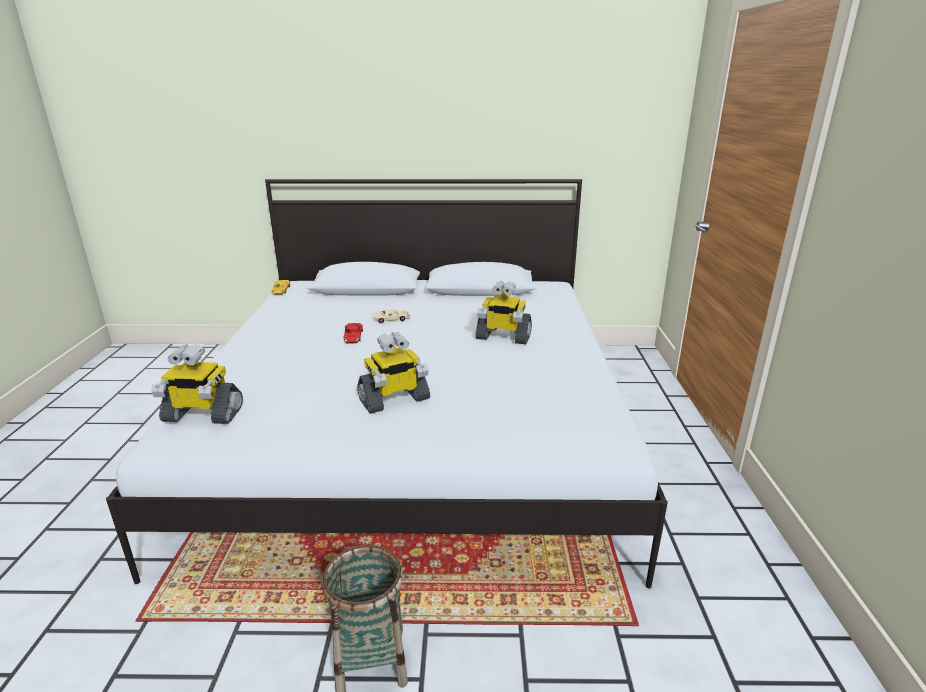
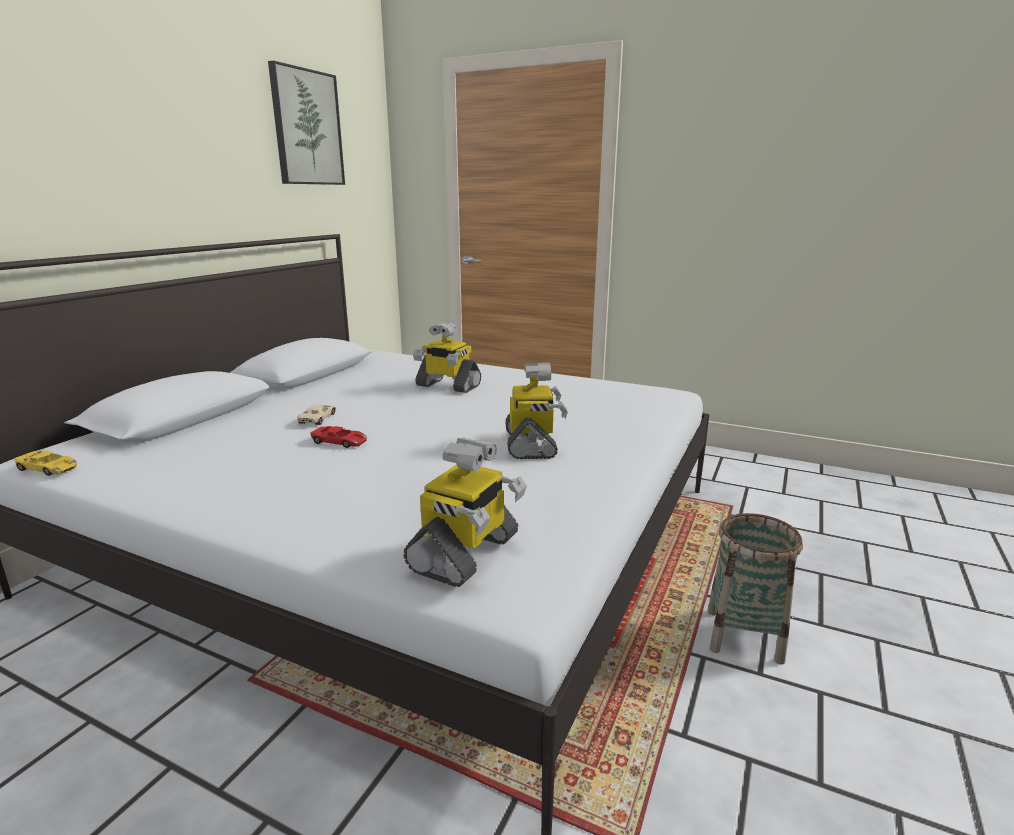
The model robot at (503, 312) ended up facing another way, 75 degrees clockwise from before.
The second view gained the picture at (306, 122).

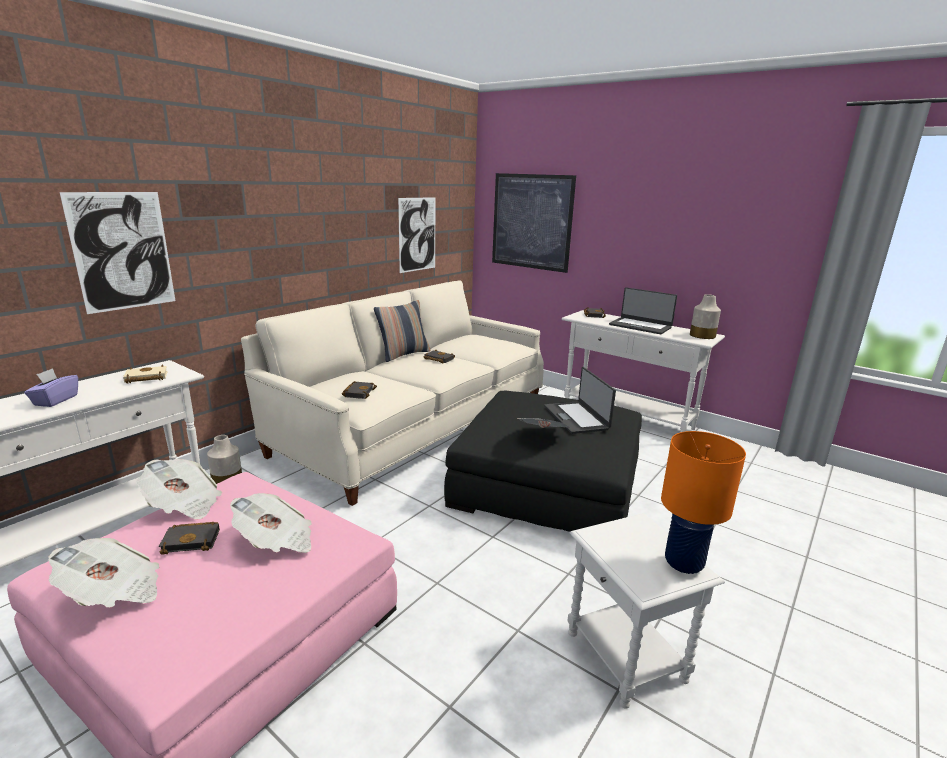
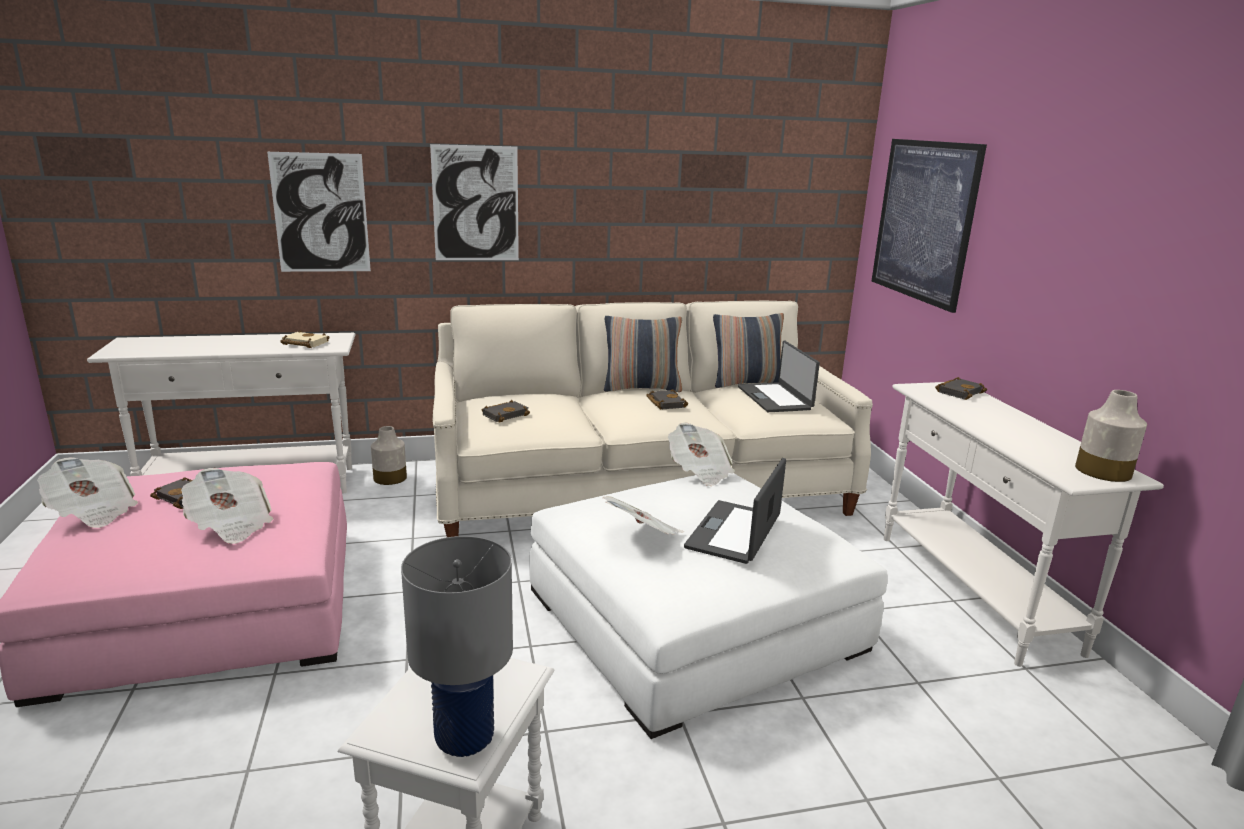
The second view lost the purplish tissue box at (51, 387).
The printed paper ended up elsewhere, having gone from (179, 489) to (701, 454).
The picture ended up elsewhere, having gone from (417, 235) to (474, 202).
What was the black pouffe at (543, 461) turned into the white-coloured pouffe at (708, 606).
The laptop ended up elsewhere, having gone from (643, 310) to (779, 376).
What was the orange table lamp at (703, 502) turned into the grey table lamp at (457, 646).
The second view gained the throw pillow at (748, 350).

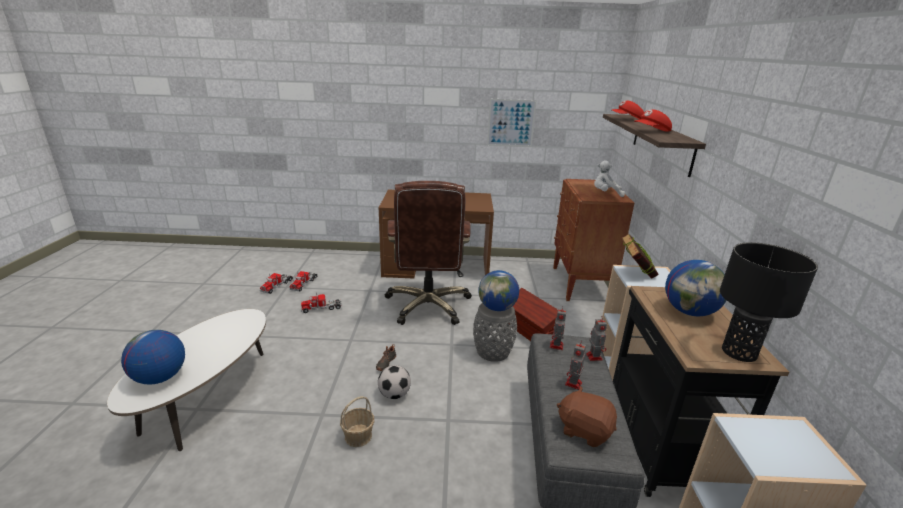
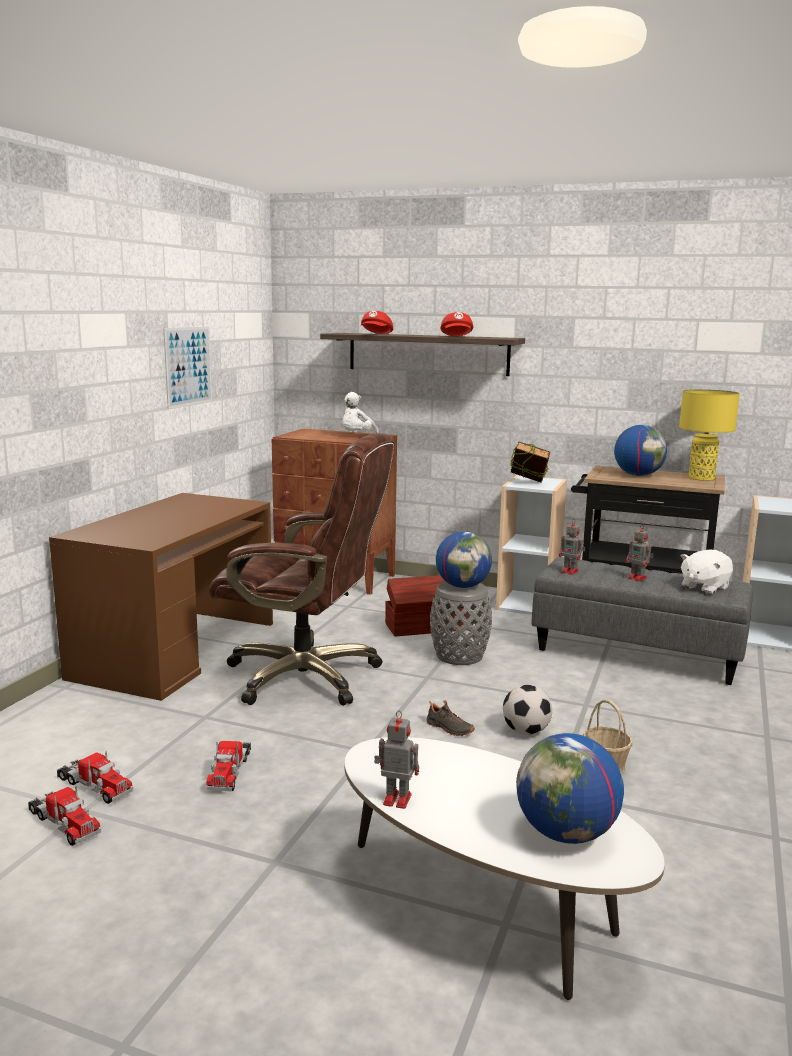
What was the brownish soft toy at (587, 417) turned into the white-coloured soft toy at (707, 572).
The model robot ended up elsewhere, having gone from (596, 338) to (396, 760).
What was the black table lamp at (769, 302) turned into the yellow table lamp at (709, 435).

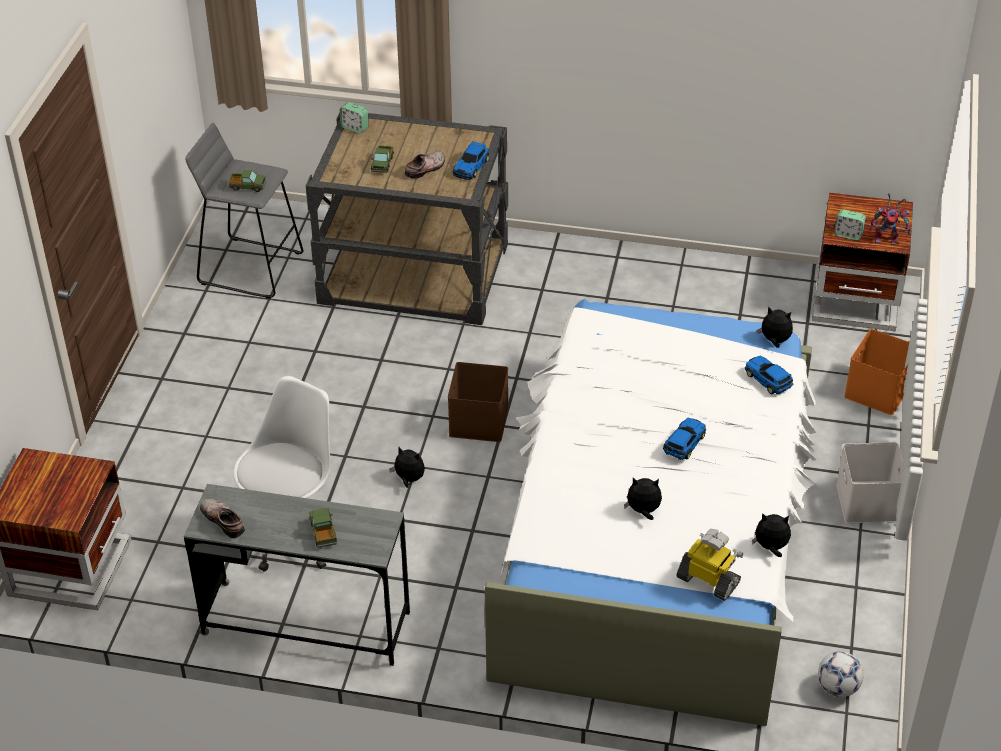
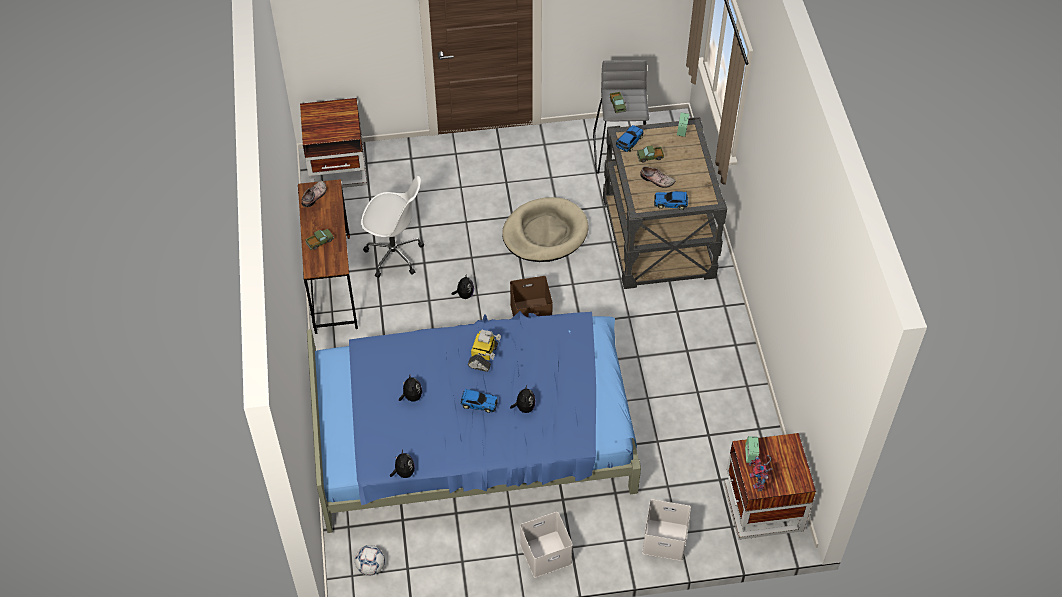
What was the grey desk at (297, 575) turned into the brownish desk at (328, 256).
What was the white-coloured bed at (650, 512) turned into the blue-coloured bed at (474, 422).
The model robot ended up elsewhere, having gone from (709, 565) to (484, 351).
The miniature car ended up elsewhere, having gone from (769, 374) to (630, 138).
The soft toy ended up elsewhere, having gone from (775, 327) to (523, 399).
What was the orange storage container at (876, 372) turned into the white-coloured storage container at (666, 530).
The second view gained the sand-coloured dog cushion at (545, 229).

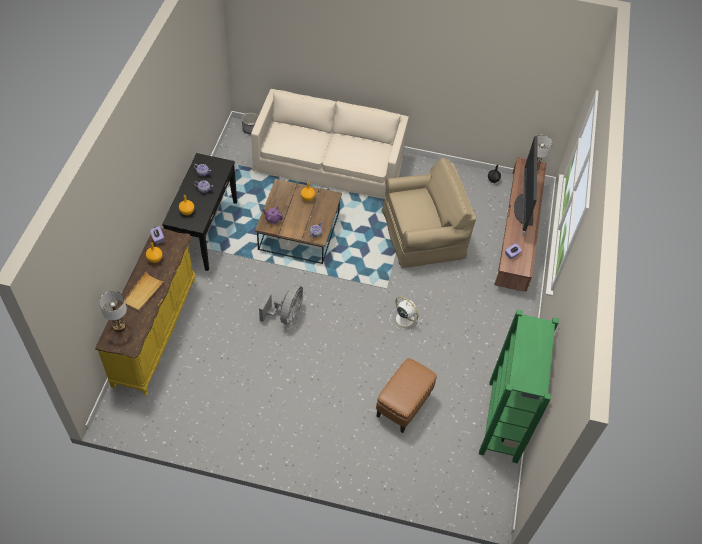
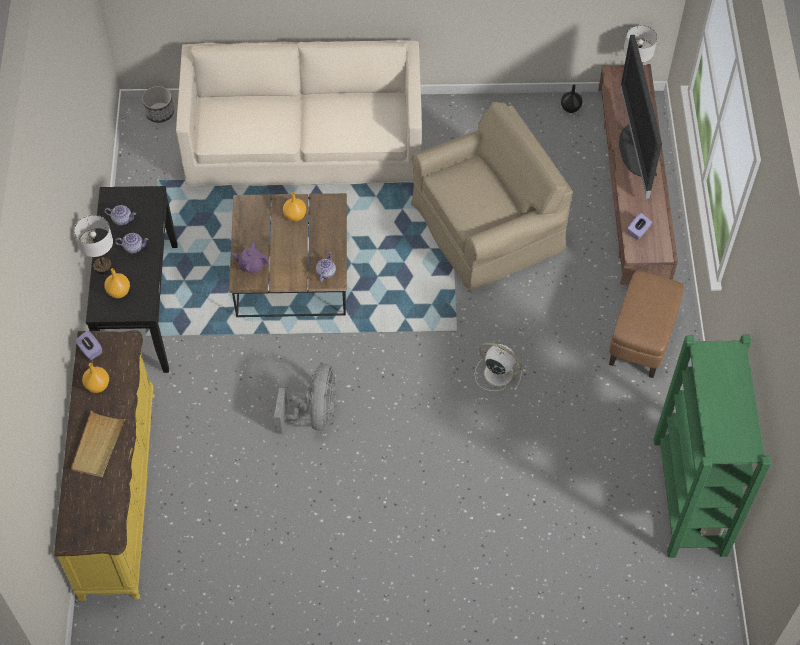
The table lamp ended up elsewhere, having gone from (113, 311) to (93, 244).
The brownish pouffe ended up elsewhere, having gone from (406, 395) to (646, 324).

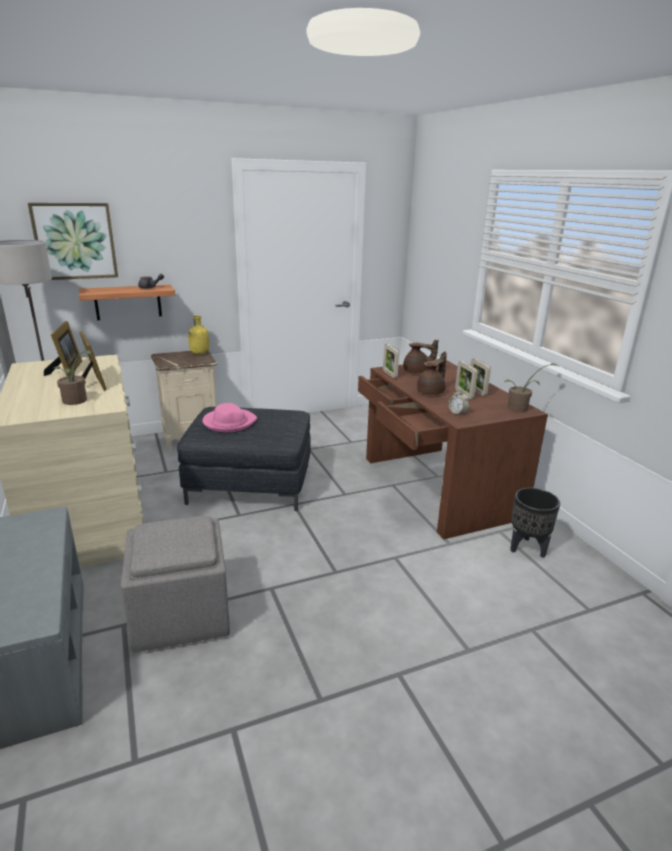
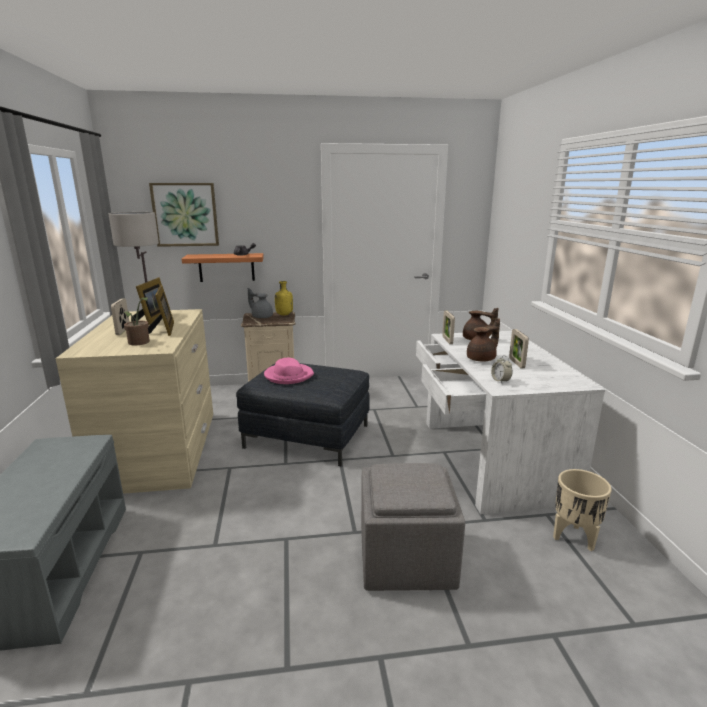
The grey pouffe ended up elsewhere, having gone from (175, 584) to (413, 527).
What was the brownish desk at (453, 449) turned into the white-coloured desk at (510, 423).
The picture frame ended up elsewhere, having gone from (480, 377) to (120, 316).
The second view lost the potted plant at (531, 387).
What was the black plant pot at (535, 523) turned into the sand-coloured plant pot at (582, 510).
The second view gained the grey tea pot at (260, 303).

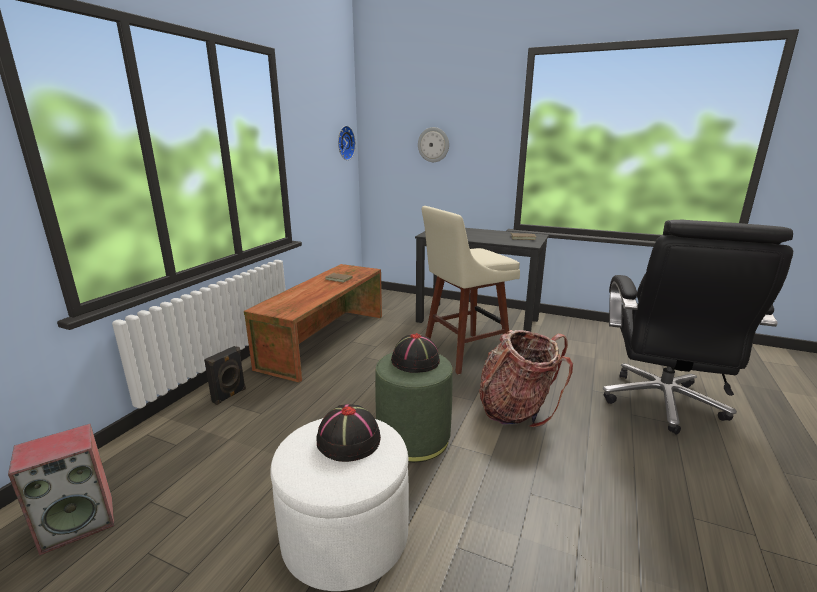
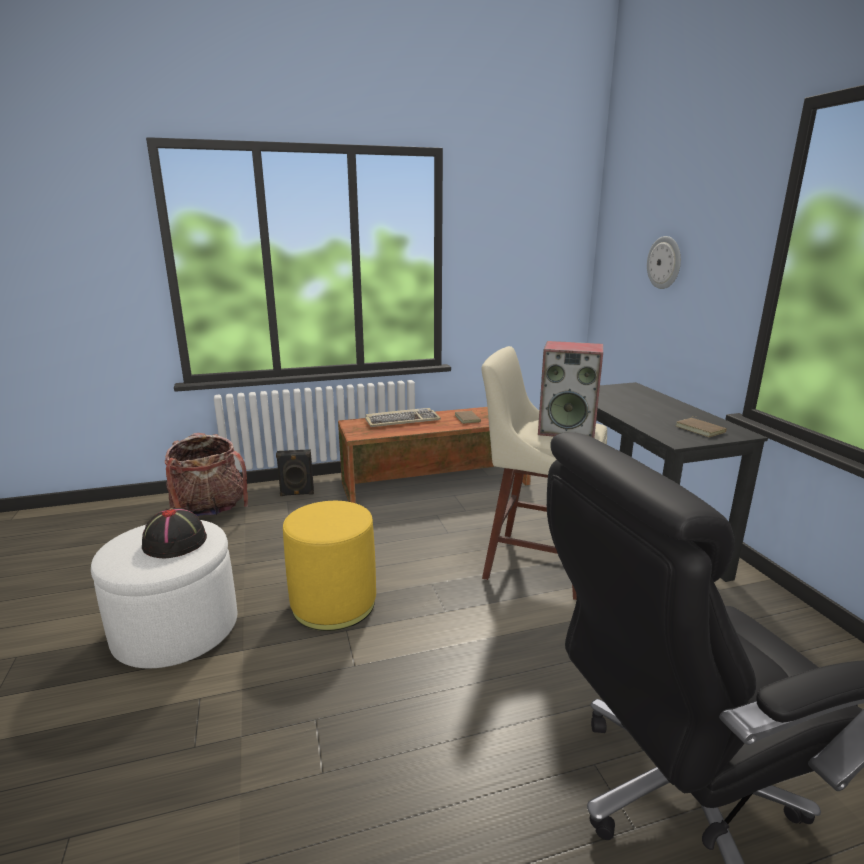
The speaker ended up elsewhere, having gone from (61, 490) to (570, 389).
The second view lost the hanging clock at (347, 143).
What was the greenish pouffe at (413, 407) turned into the yellow pouffe at (329, 566).
The second view lost the black clothing hat at (415, 353).
The knapsack ended up elsewhere, having gone from (526, 379) to (206, 474).
The second view gained the keyboard at (403, 417).

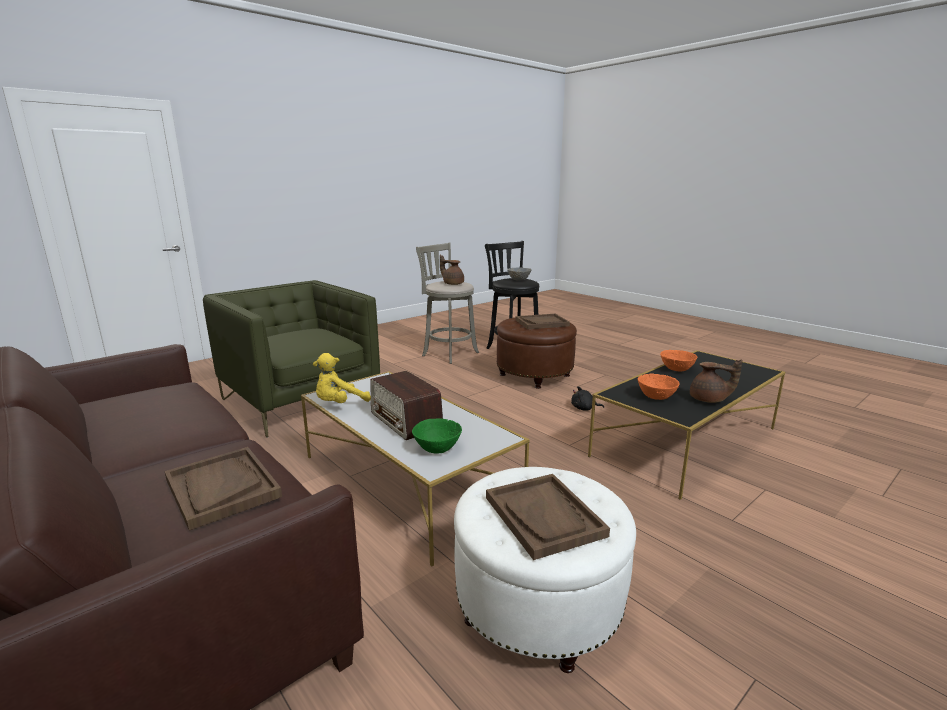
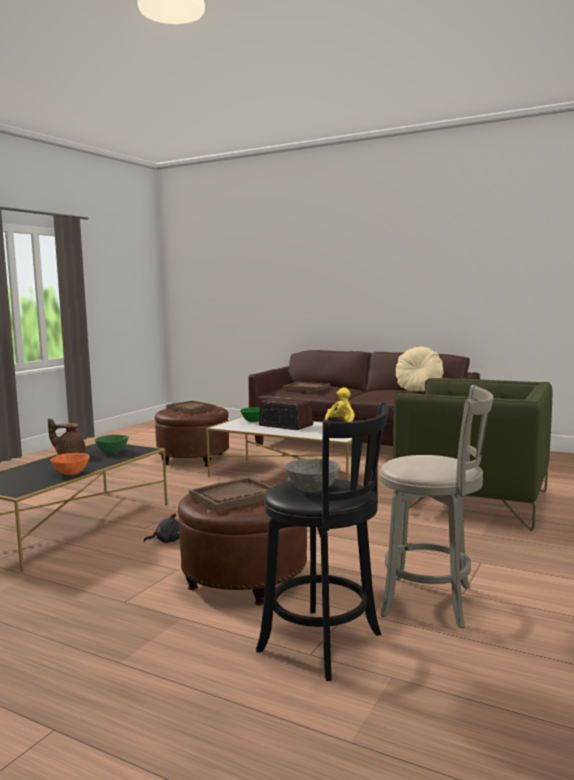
The second view lost the brownish tea pot at (452, 270).
What was the white-coloured pouffe at (545, 570) turned into the brownish pouffe at (192, 436).
What was the orange bowl at (659, 386) turned into the greenish bowl at (112, 444).
The second view gained the sand-coloured throw pillow at (420, 369).

